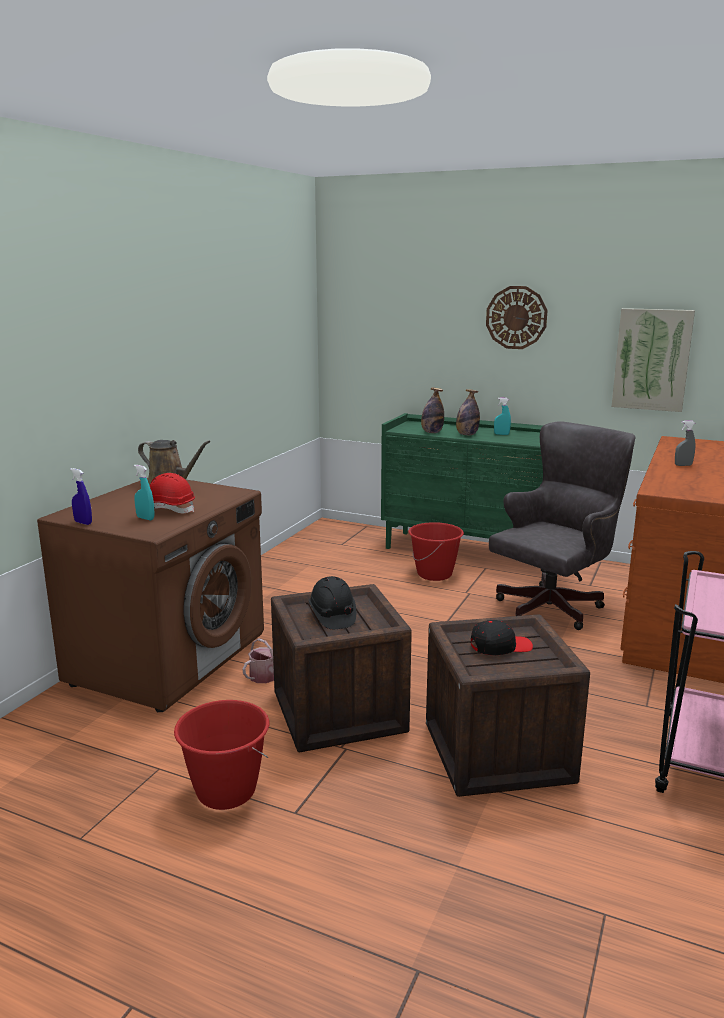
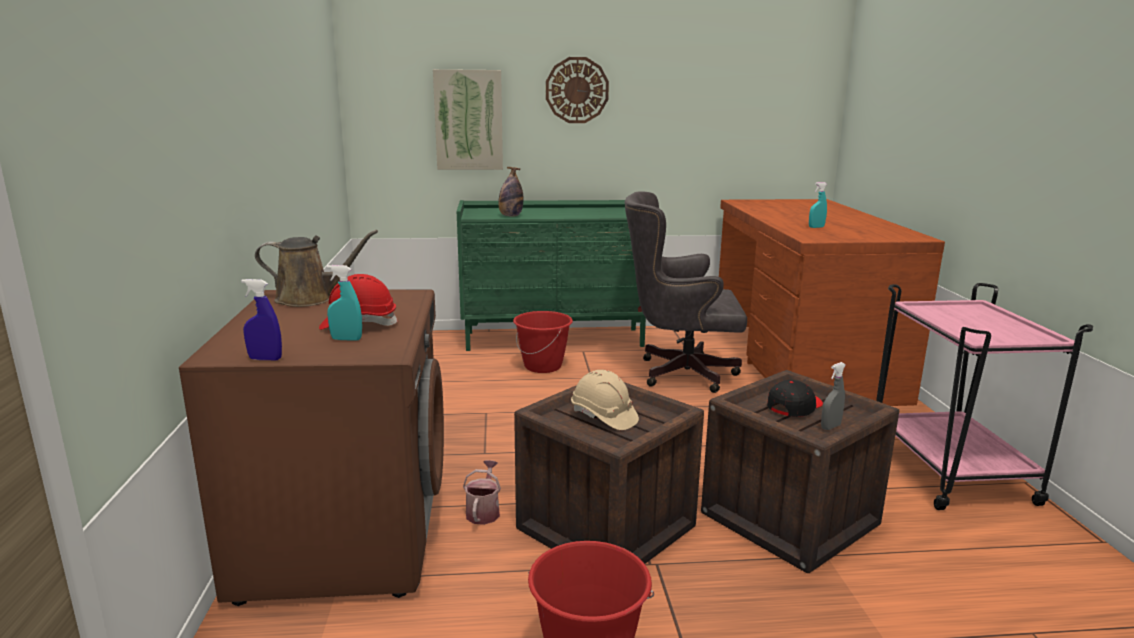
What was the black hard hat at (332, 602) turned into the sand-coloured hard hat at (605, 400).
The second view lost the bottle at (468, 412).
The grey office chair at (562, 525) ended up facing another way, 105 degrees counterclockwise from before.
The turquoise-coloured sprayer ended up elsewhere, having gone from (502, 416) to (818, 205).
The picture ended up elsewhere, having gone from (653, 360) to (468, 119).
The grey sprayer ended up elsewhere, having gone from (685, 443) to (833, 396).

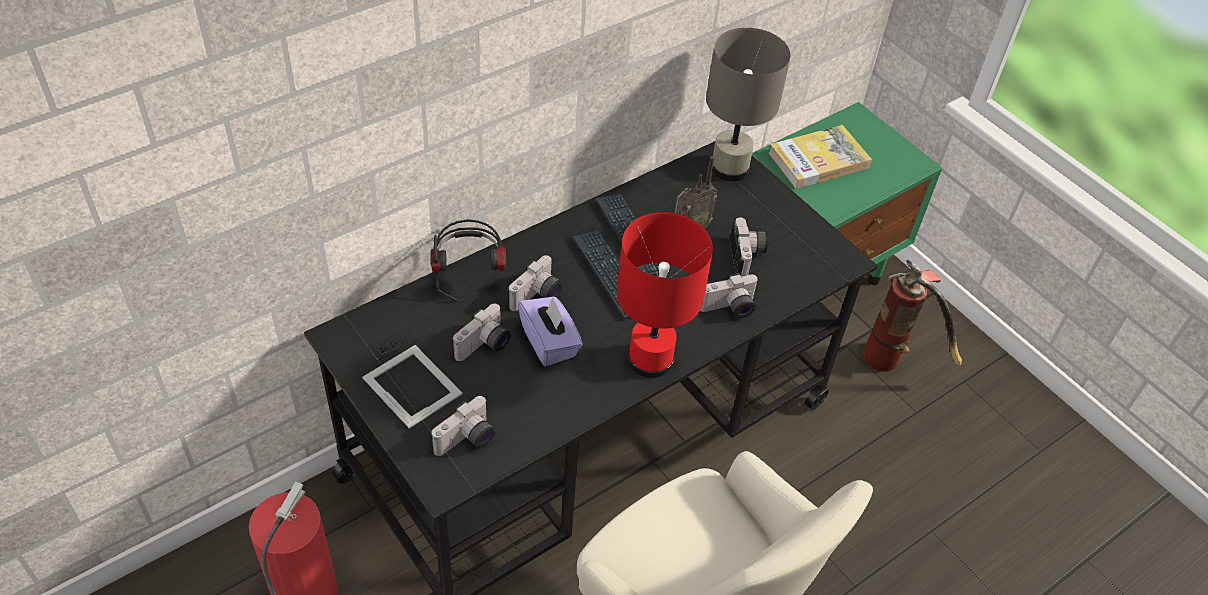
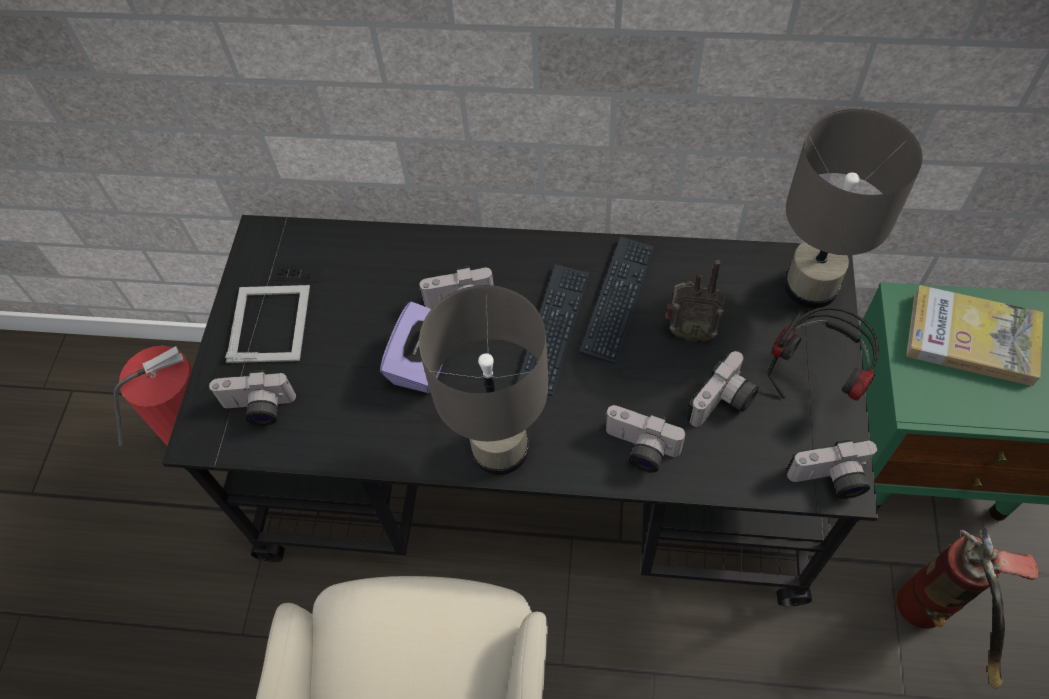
The headphones ended up elsewhere, having gone from (468, 260) to (823, 354).
The photo camera ended up elsewhere, having gone from (481, 332) to (833, 469).
What was the red-coloured table lamp at (665, 295) turned into the grey table lamp at (483, 380).

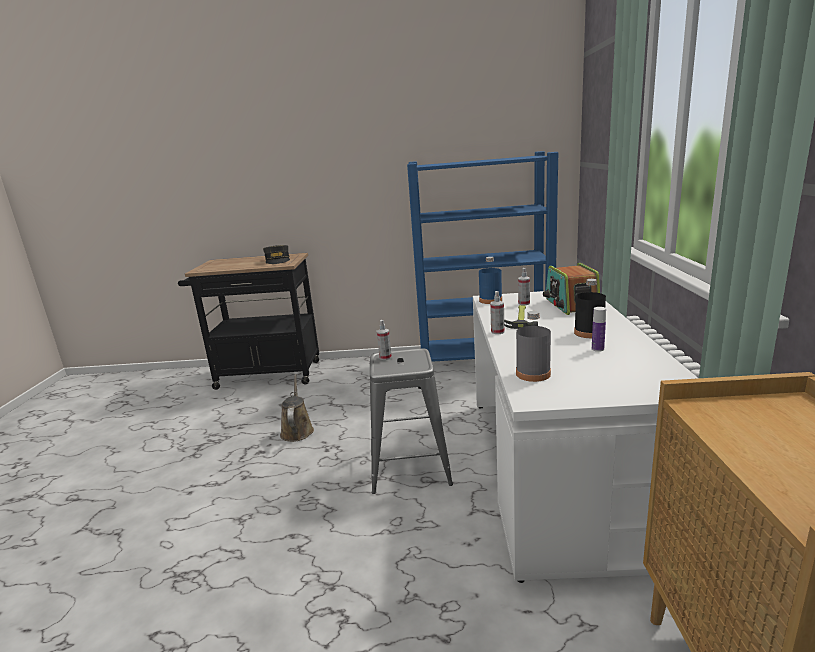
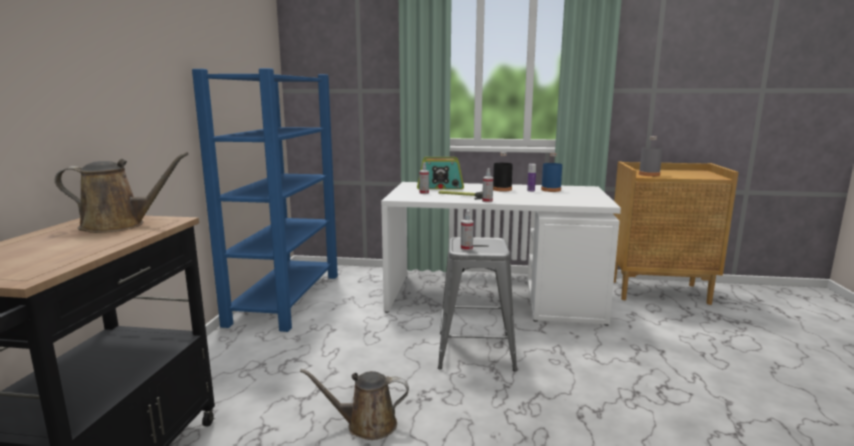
Where the grey cap stood at (276, 254), the brownish watering pot came to stand at (121, 192).
The blue-coloured bottle ended up elsewhere, having gone from (490, 280) to (551, 172).
The grey bottle ended up elsewhere, having gone from (533, 346) to (651, 156).

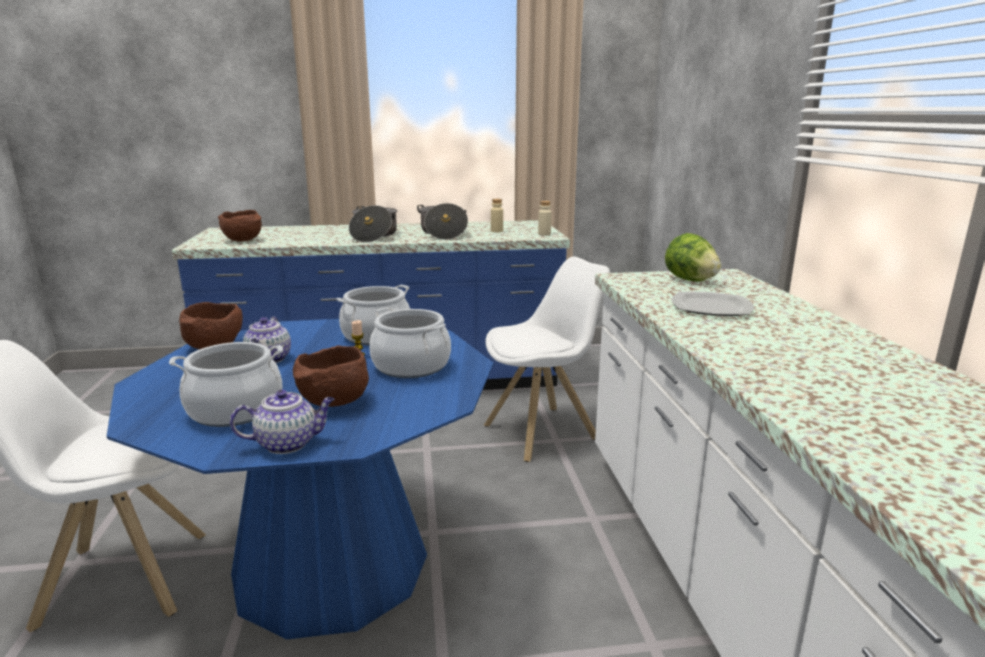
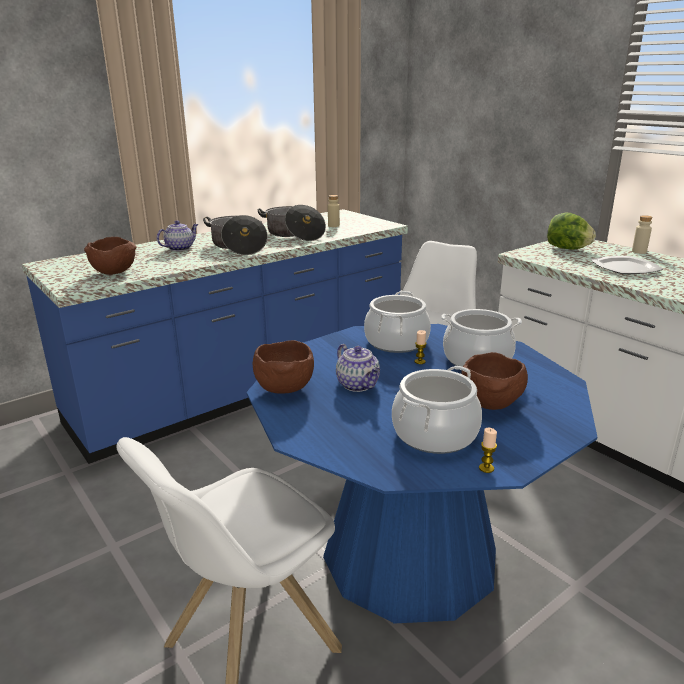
The tea pot ended up elsewhere, having gone from (282, 422) to (177, 236).
The sand-coloured bottle ended up elsewhere, having gone from (545, 218) to (642, 234).
The second view gained the candle at (488, 450).

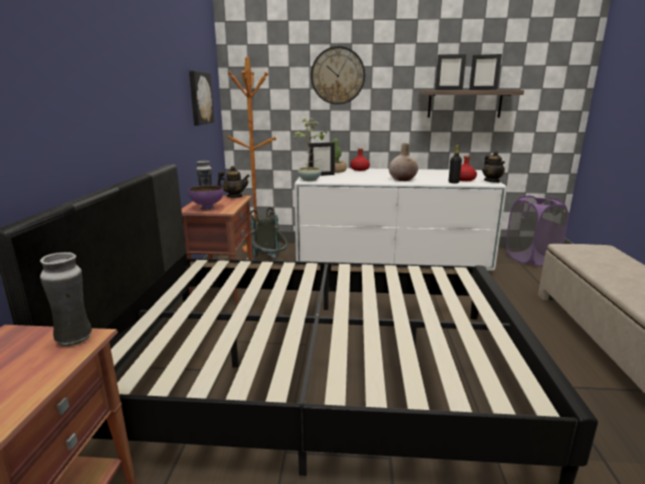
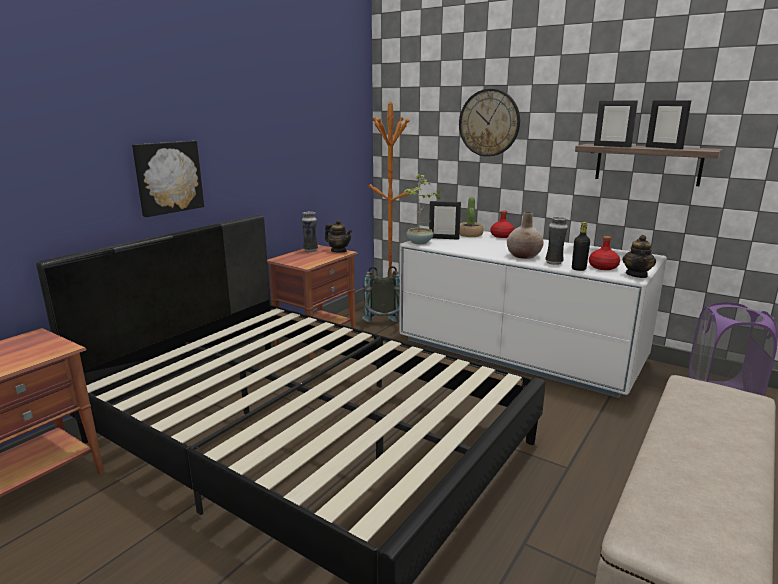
The vase ended up elsewhere, having gone from (66, 299) to (556, 240).
The second view lost the purplish bowl at (206, 197).
The picture ended up elsewhere, having gone from (201, 98) to (168, 179).

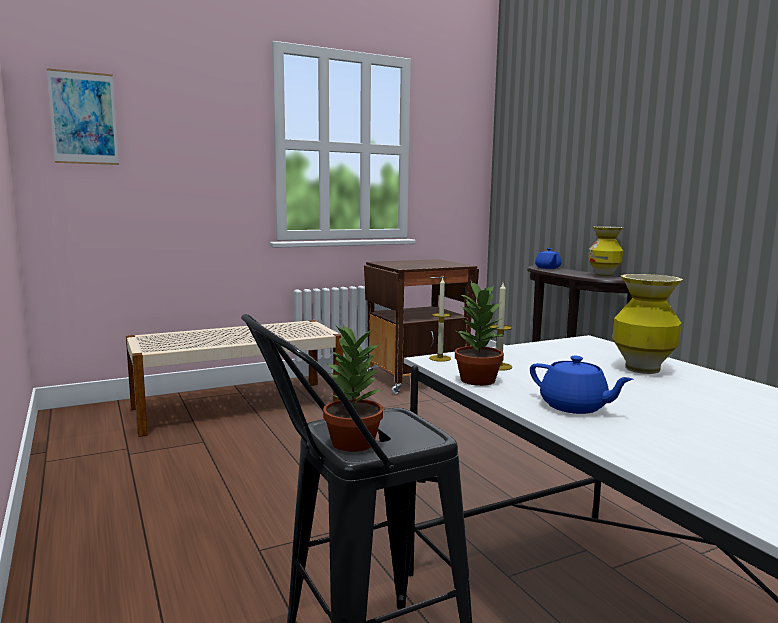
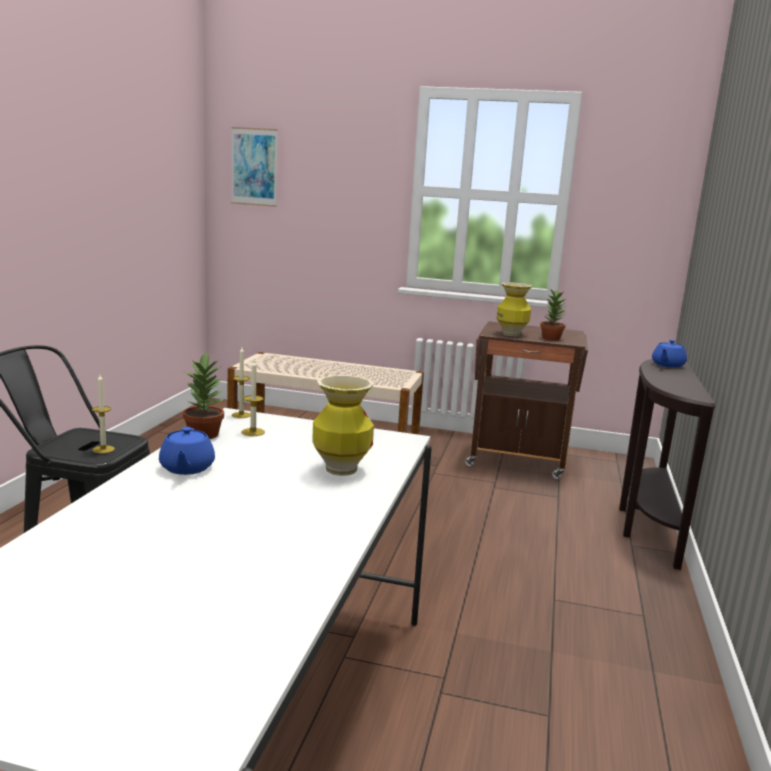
The potted plant ended up elsewhere, having gone from (353, 388) to (553, 314).
The vase ended up elsewhere, having gone from (605, 251) to (514, 309).
The second view gained the candle at (103, 414).

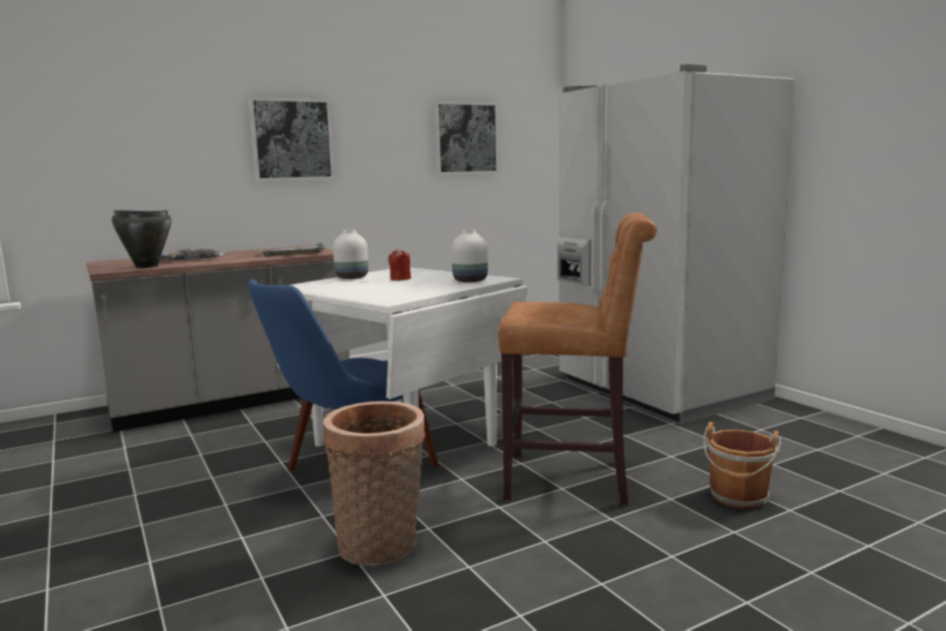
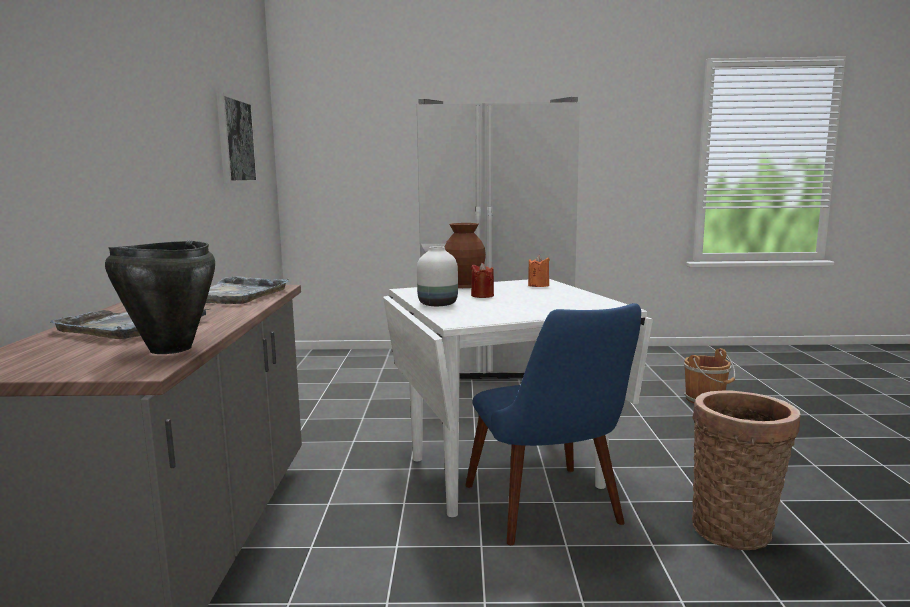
The second view lost the picture at (292, 139).
Where the white-coloured vase stood at (470, 256), the orange candle came to stand at (539, 271).
The second view lost the brownish stool seat at (577, 359).
The second view gained the brownish vase at (465, 255).

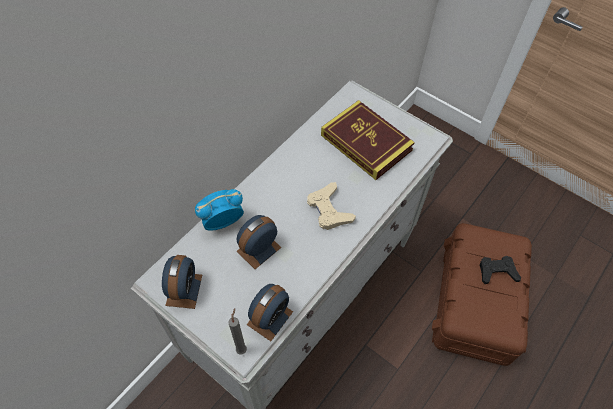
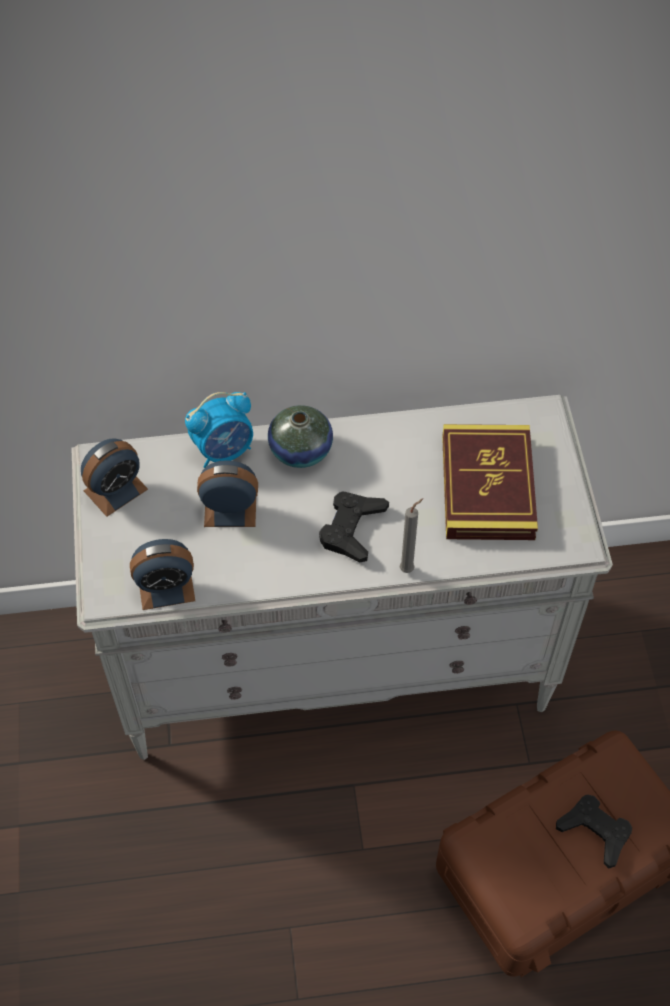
The alarm clock at (219, 210) ended up facing another way, 135 degrees clockwise from before.
The grey candle ended up elsewhere, having gone from (238, 331) to (411, 536).
What was the sand-coloured joypad at (331, 206) turned into the black joypad at (354, 527).
The second view gained the vase at (300, 436).

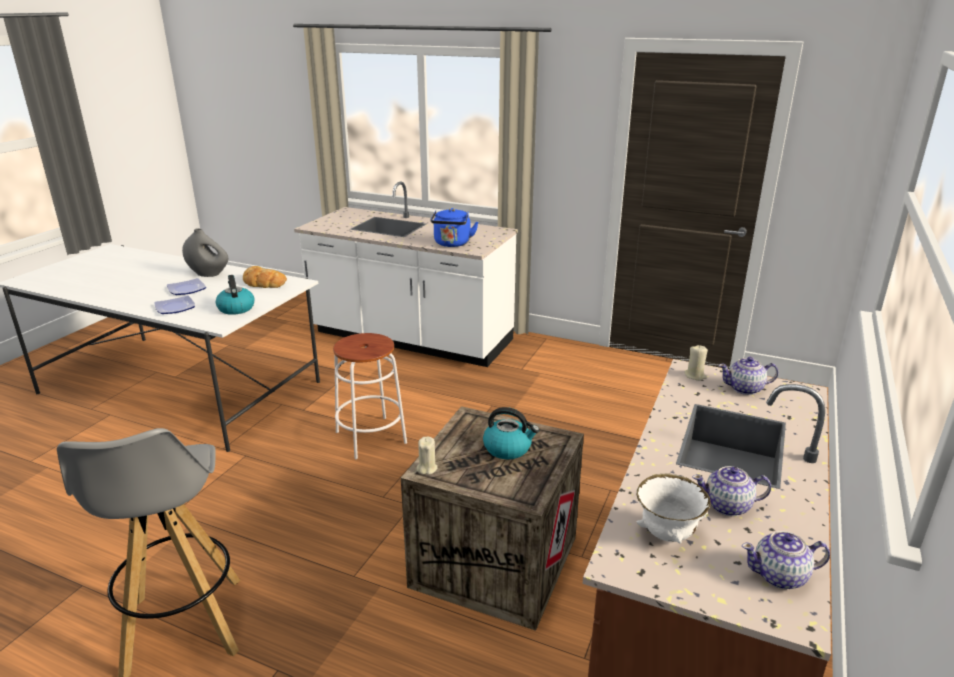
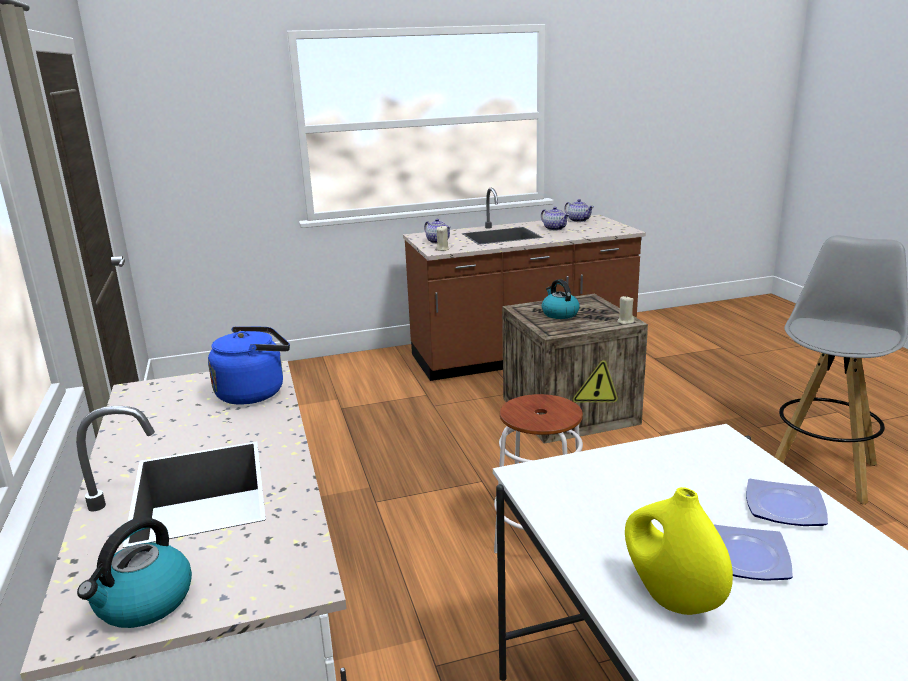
What was the grey vase at (205, 252) turned into the yellow vase at (679, 551).
The water kettle ended up elsewhere, having gone from (235, 295) to (134, 572).
The second view lost the baked bread at (265, 277).
The second view lost the white-coloured bowl at (674, 508).

